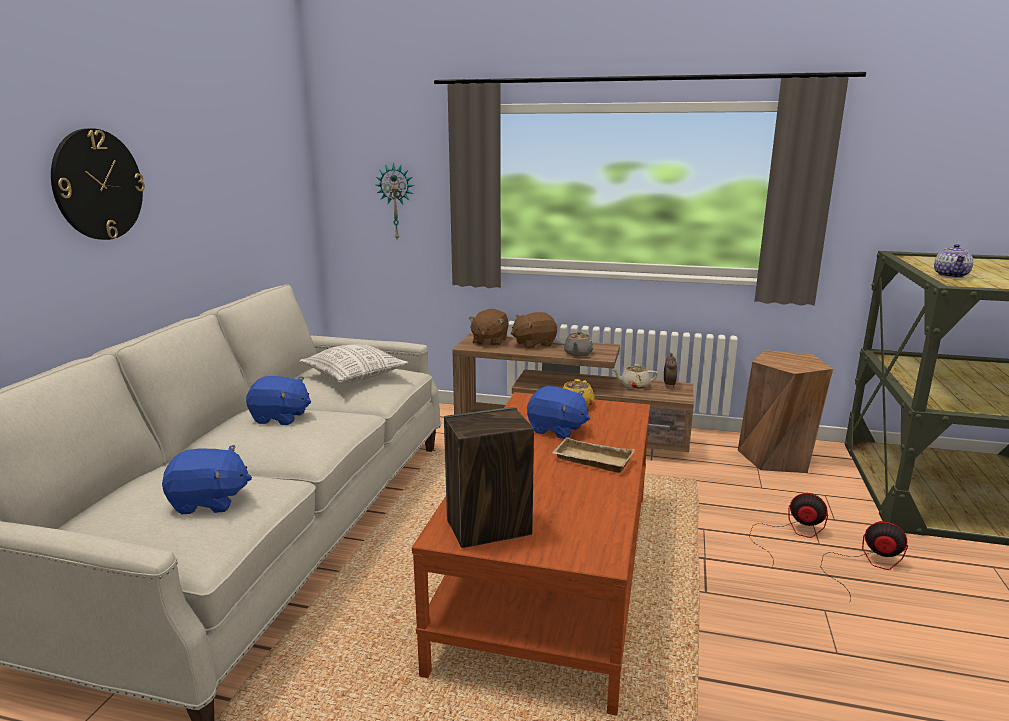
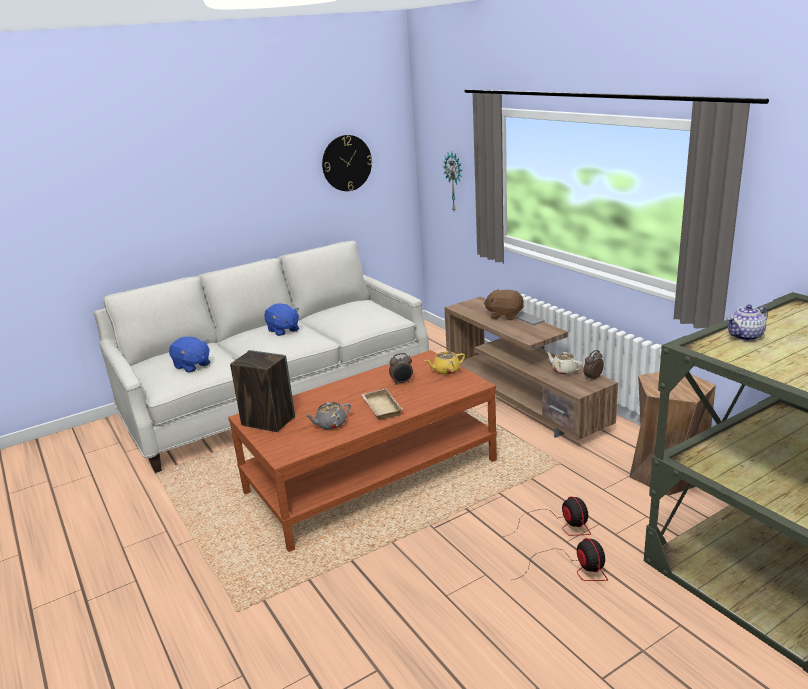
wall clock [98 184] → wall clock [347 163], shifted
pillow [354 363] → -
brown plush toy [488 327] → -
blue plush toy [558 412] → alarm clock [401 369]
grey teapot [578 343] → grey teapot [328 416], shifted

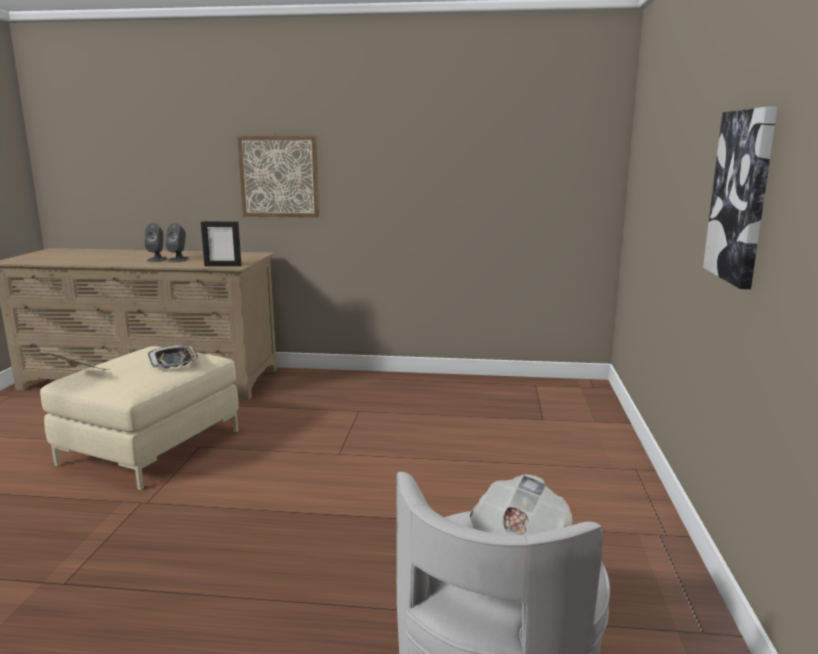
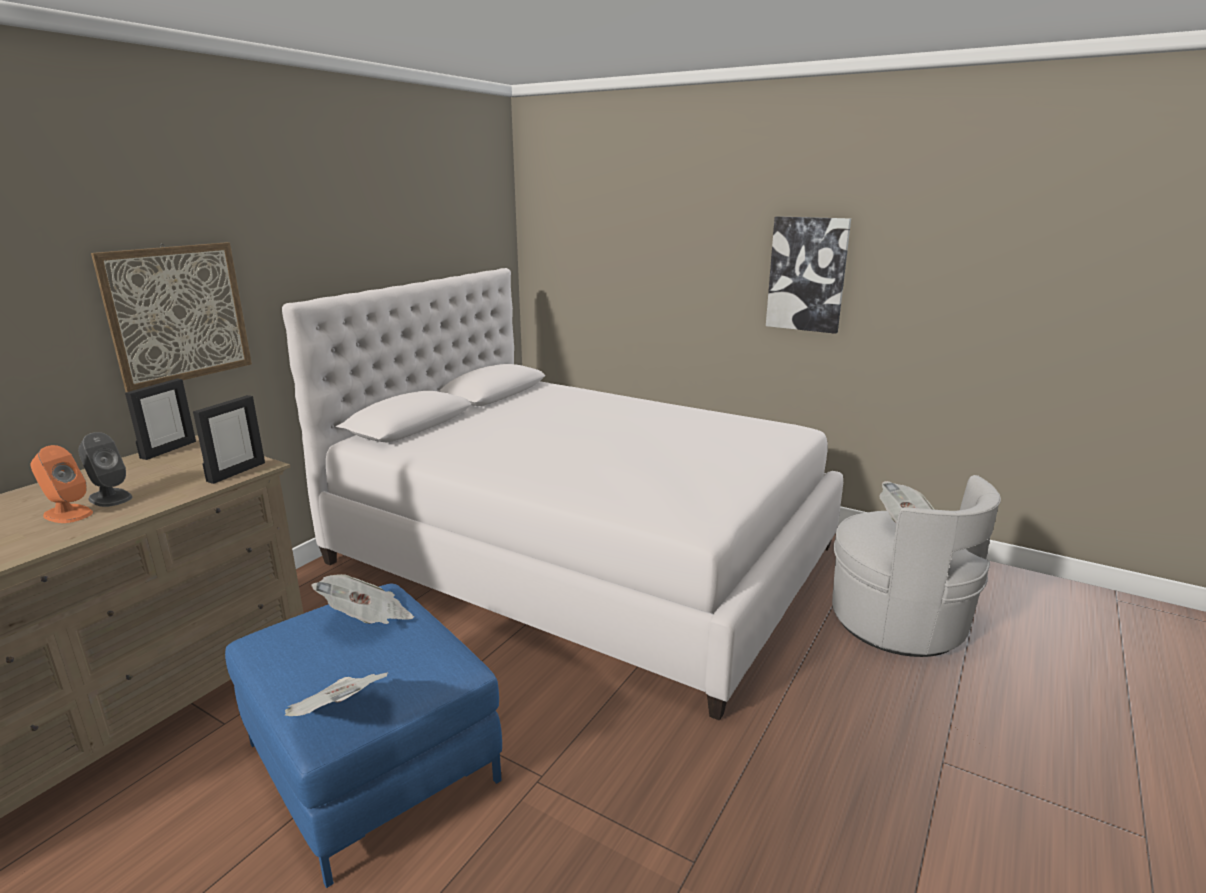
beige ottoman [139 418] → blue ottoman [363 736]
grey speaker [155 242] → orange speaker [62 484]
tray [173 356] → newspaper [363 599]
- → picture frame [160 419]
- → white bed [562 494]

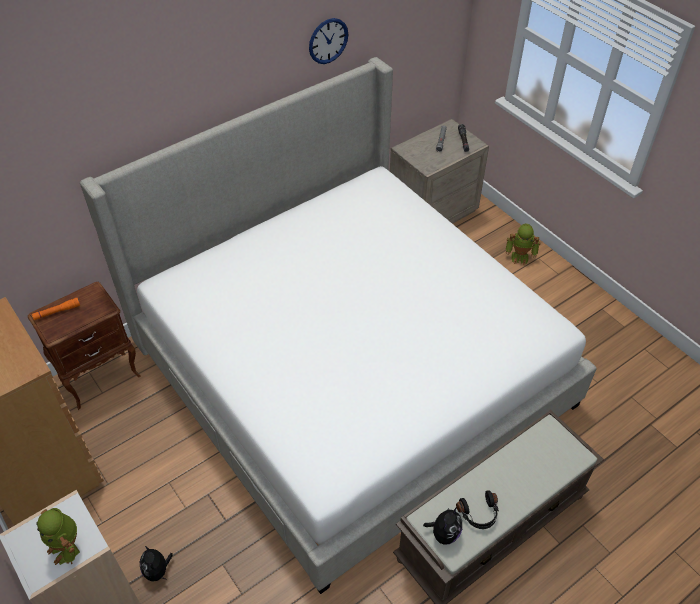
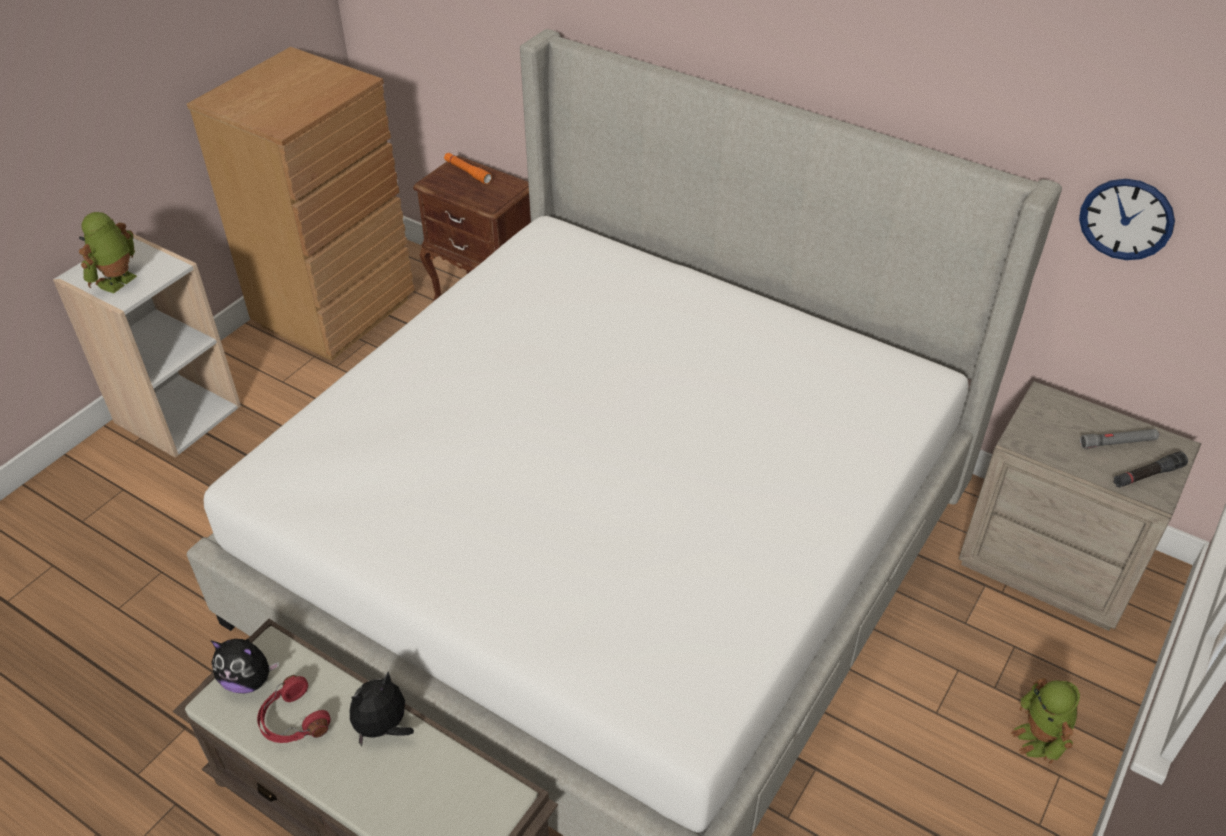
plush toy [156 564] → plush toy [382 709], shifted
wall clock [328 41] → wall clock [1127 219], shifted
black headphones [477 510] → red headphones [294 709]

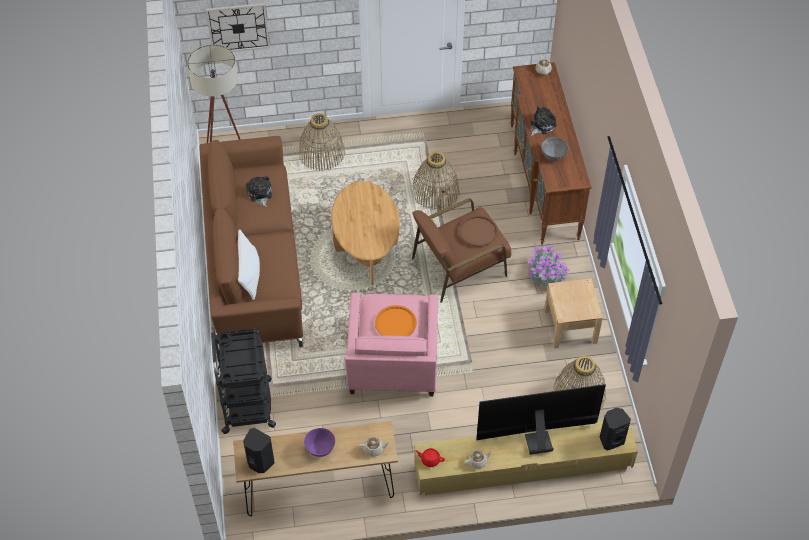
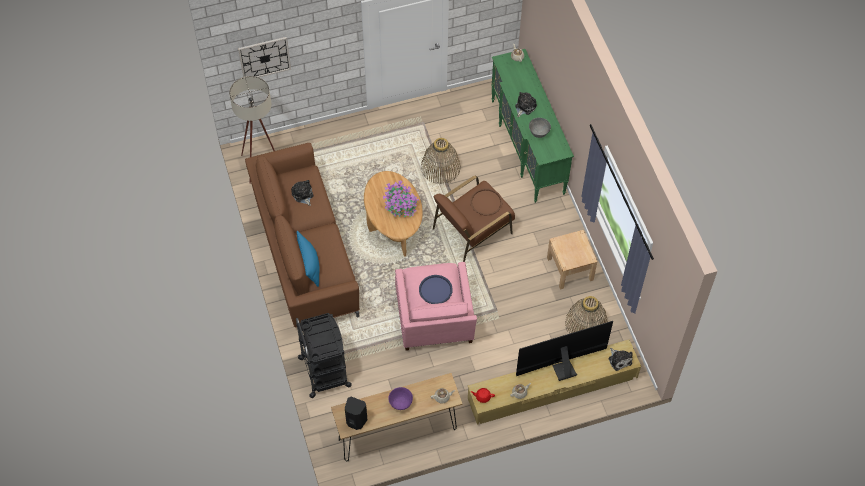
white pillow [249 264] → blue pillow [308 259]
basket [322 142] → -
orange tray [396 320] → blue tray [436 289]
brown cabinet [551 153] → green cabinet [532 126]
potted plant [549 266] → potted plant [401 198], shifted
black speaker [615 429] → plush toy [621 359]

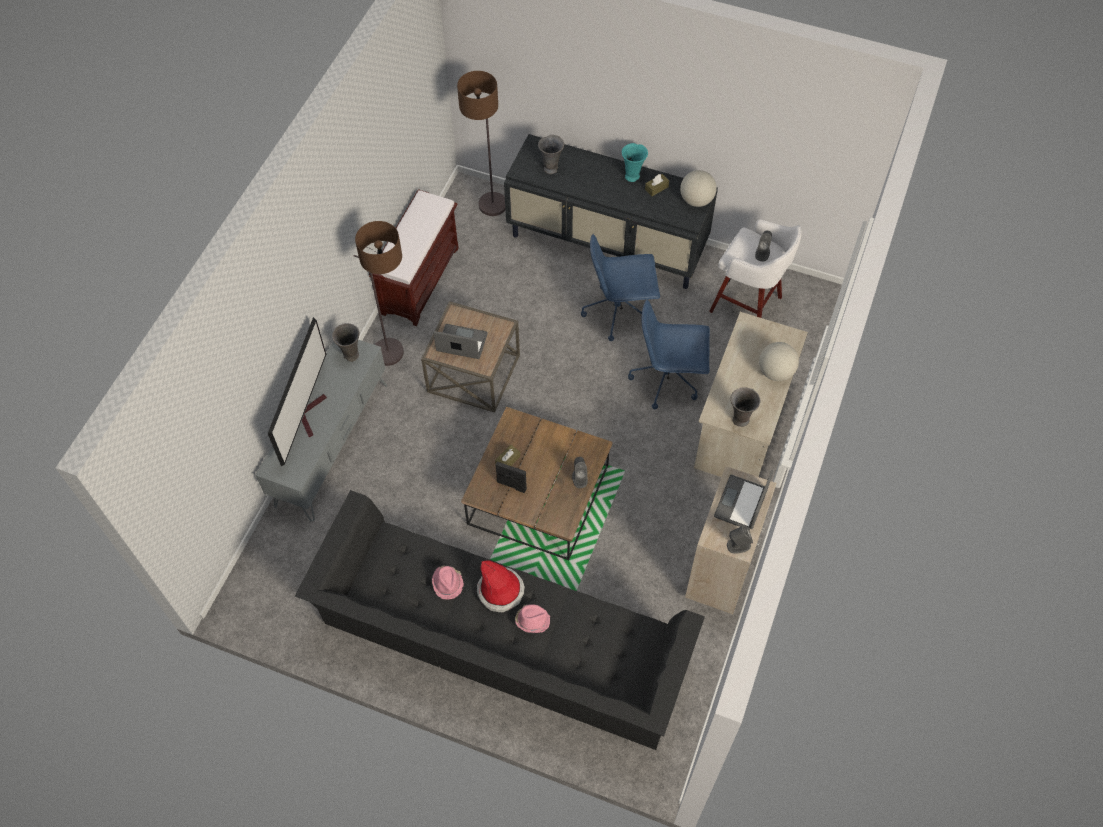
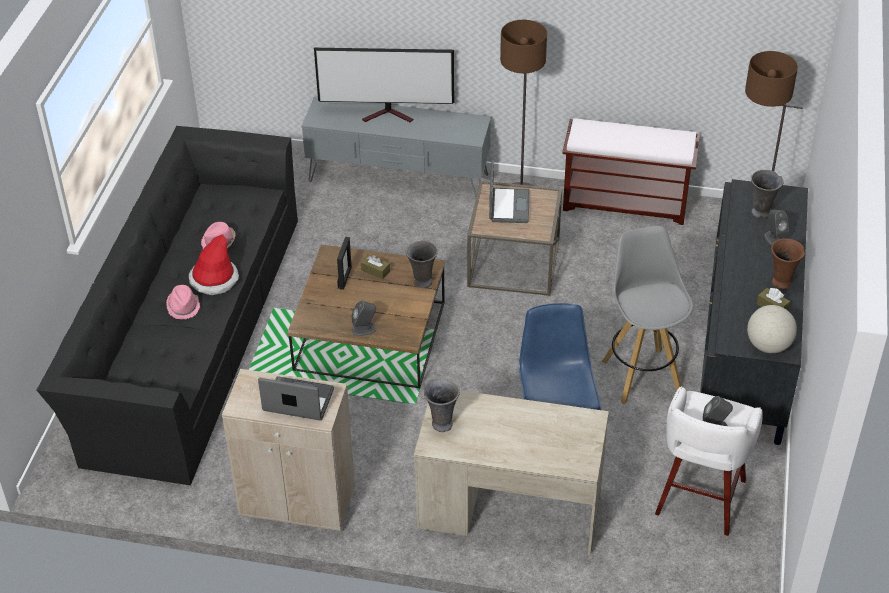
grey vase [345 342] → grey vase [422 264], shifted
blue office chair [620 287] → grey stool [647 315]
turquoise vase [635 162] → brown vase [788 264]
grey speaker [740 539] → grey speaker [776 227], shifted
globe [779 361] → -

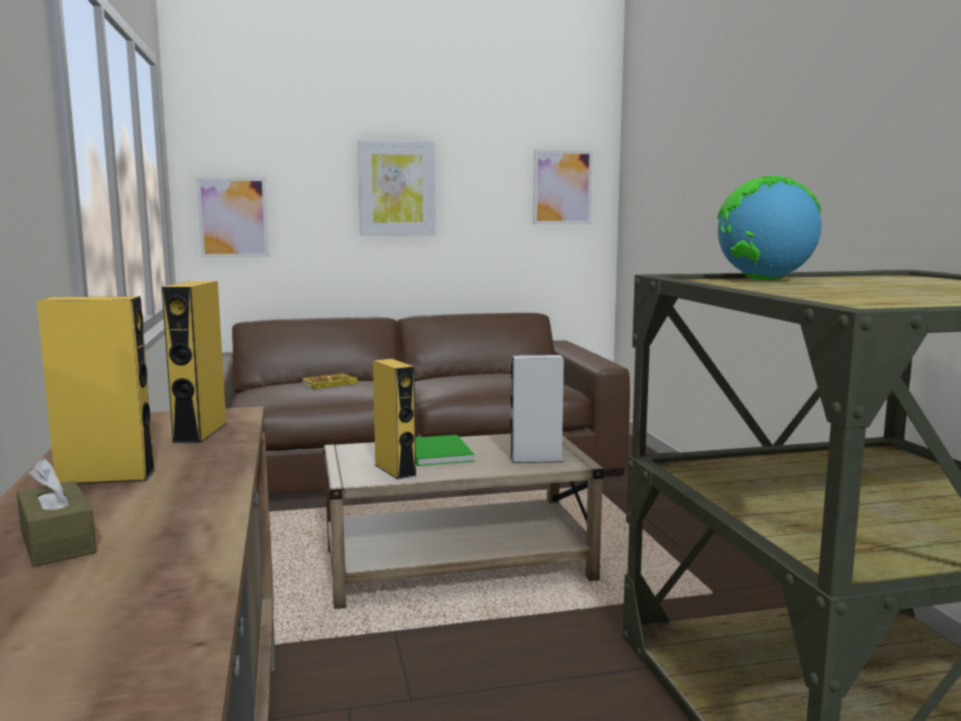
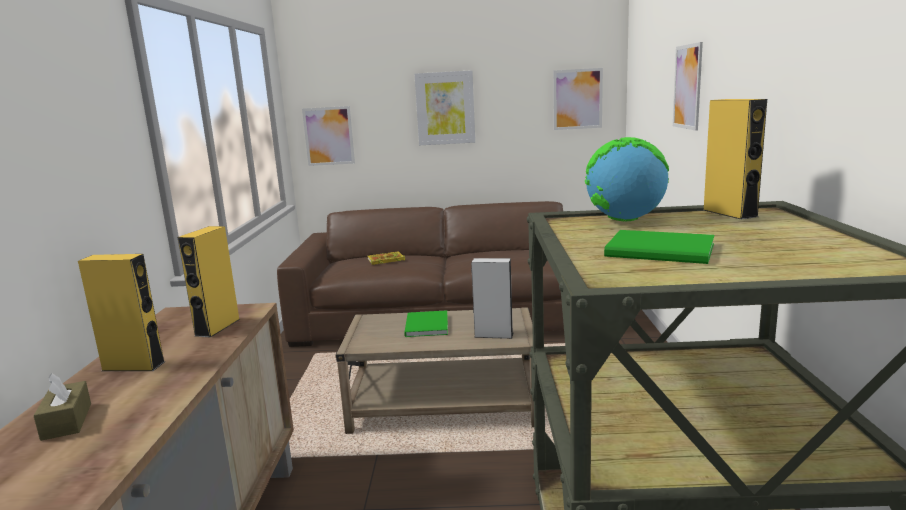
yellow speaker [395 419] → yellow speaker [735 159], shifted
- → green book [659 247]
- → picture [688 86]

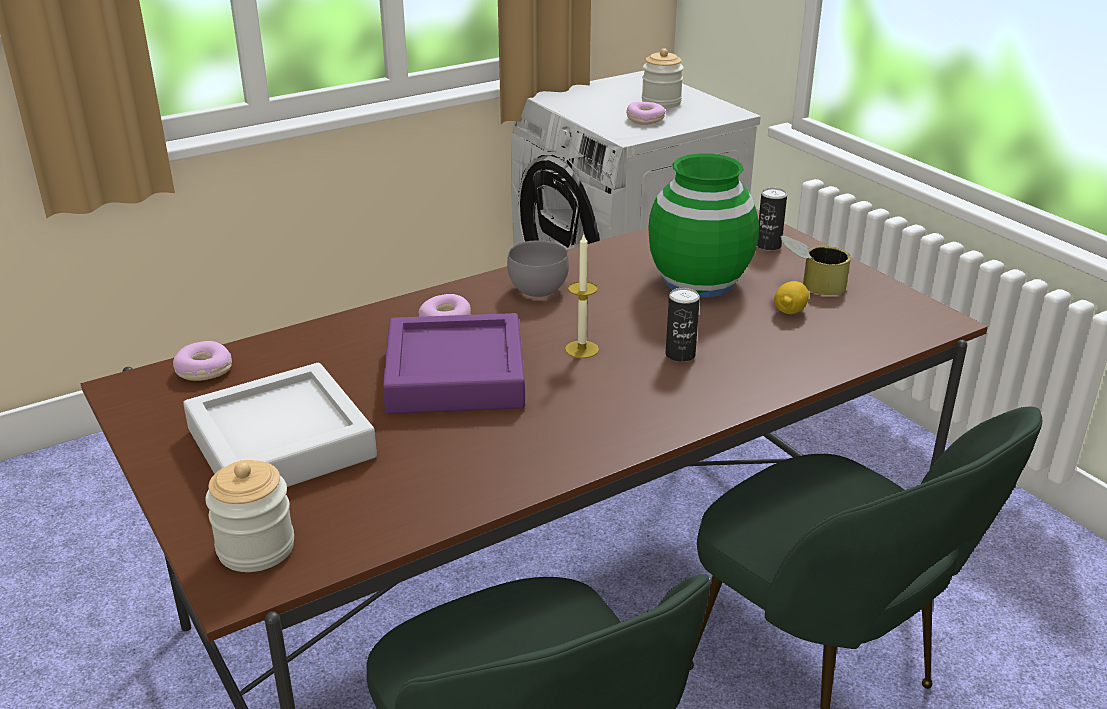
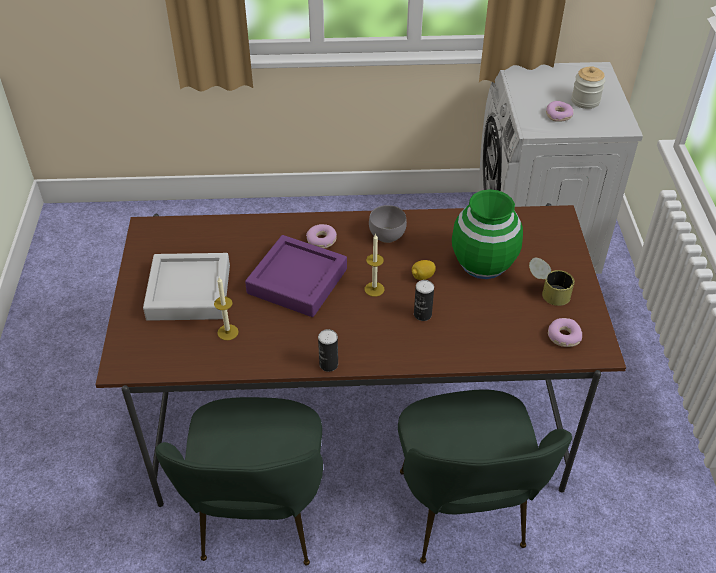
donut [202 361] → donut [565 332], shifted
jar [249 516] → -
can [772 219] → can [328 350], shifted
lemon [791 297] → lemon [424 270], shifted
- → candle [226 308]

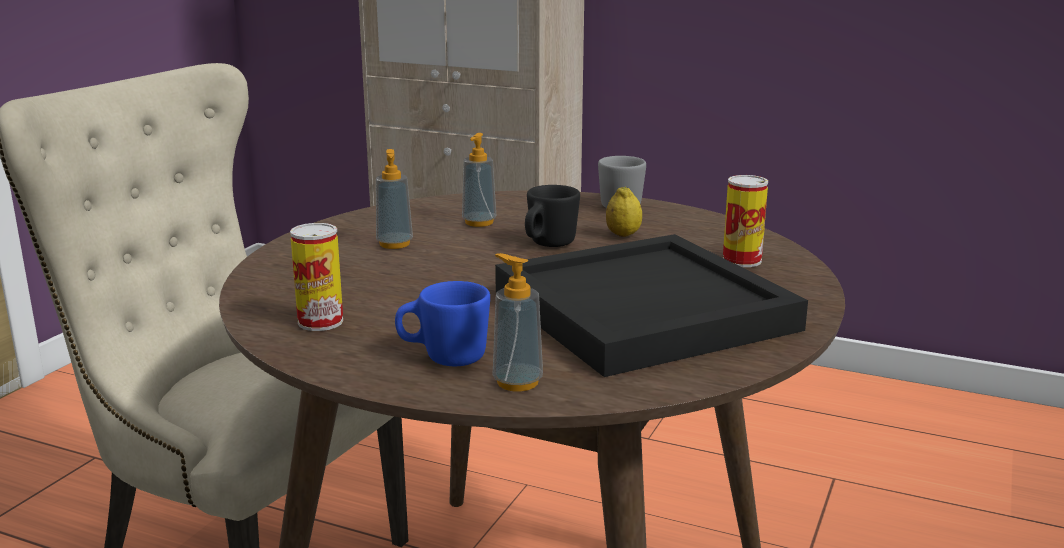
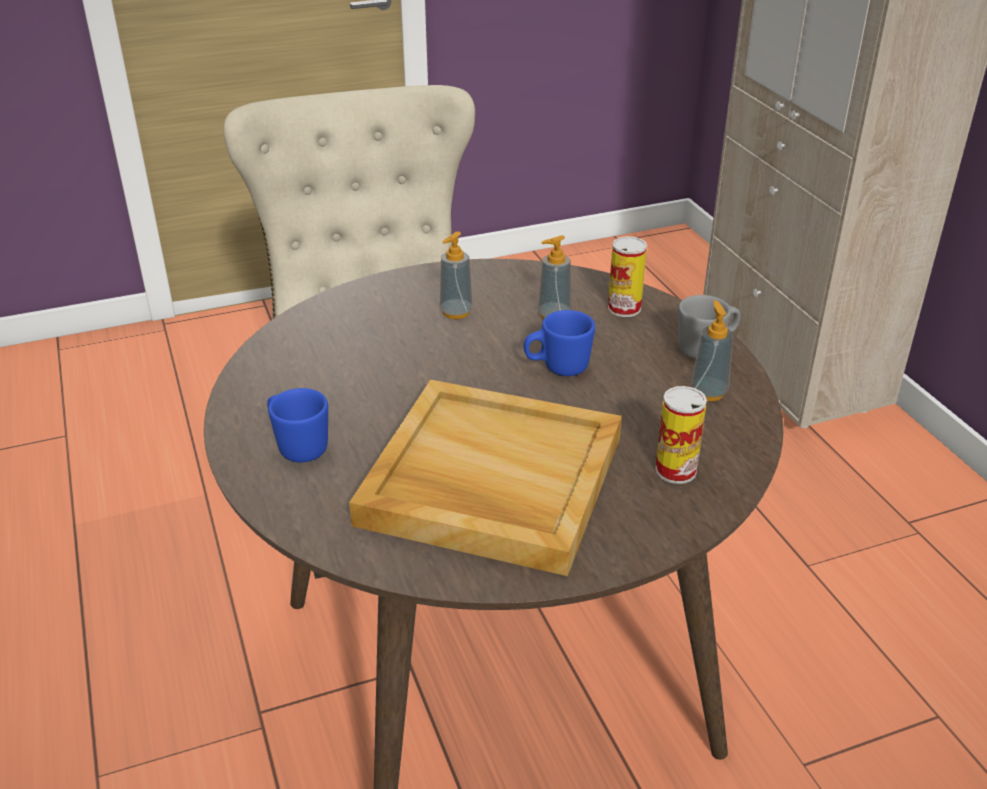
can [316 277] → can [627 276], shifted
soap dispenser [518 322] → soap dispenser [712 350], shifted
black tray [651 305] → beige tray [485 478]
black mug [552 216] → blue mug [559 343]
lemon [624 211] → -

